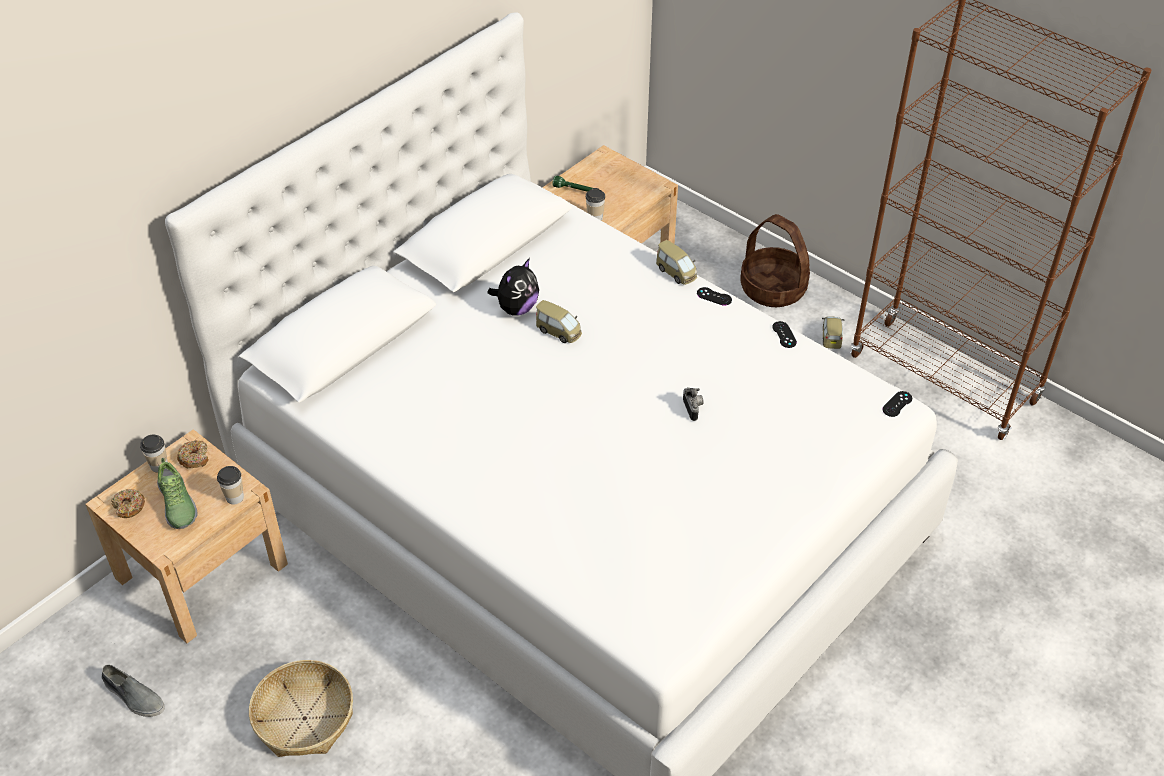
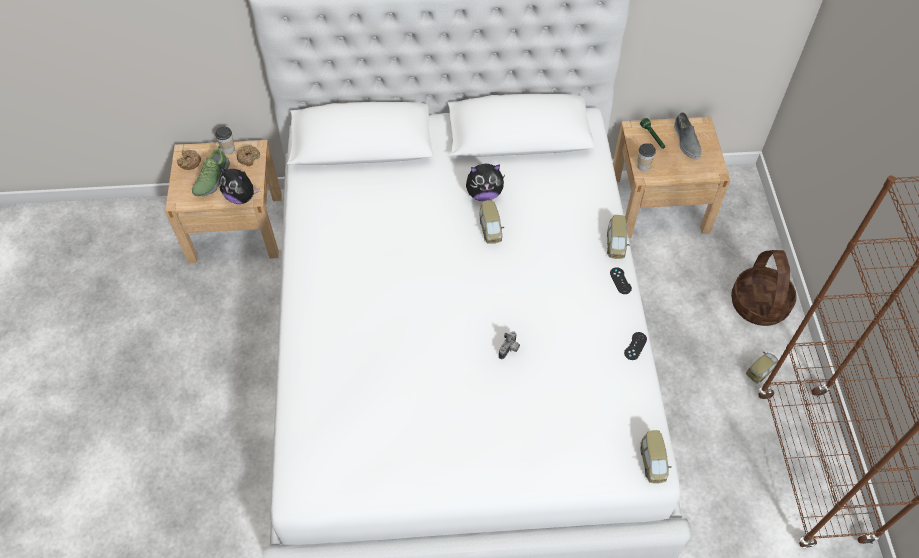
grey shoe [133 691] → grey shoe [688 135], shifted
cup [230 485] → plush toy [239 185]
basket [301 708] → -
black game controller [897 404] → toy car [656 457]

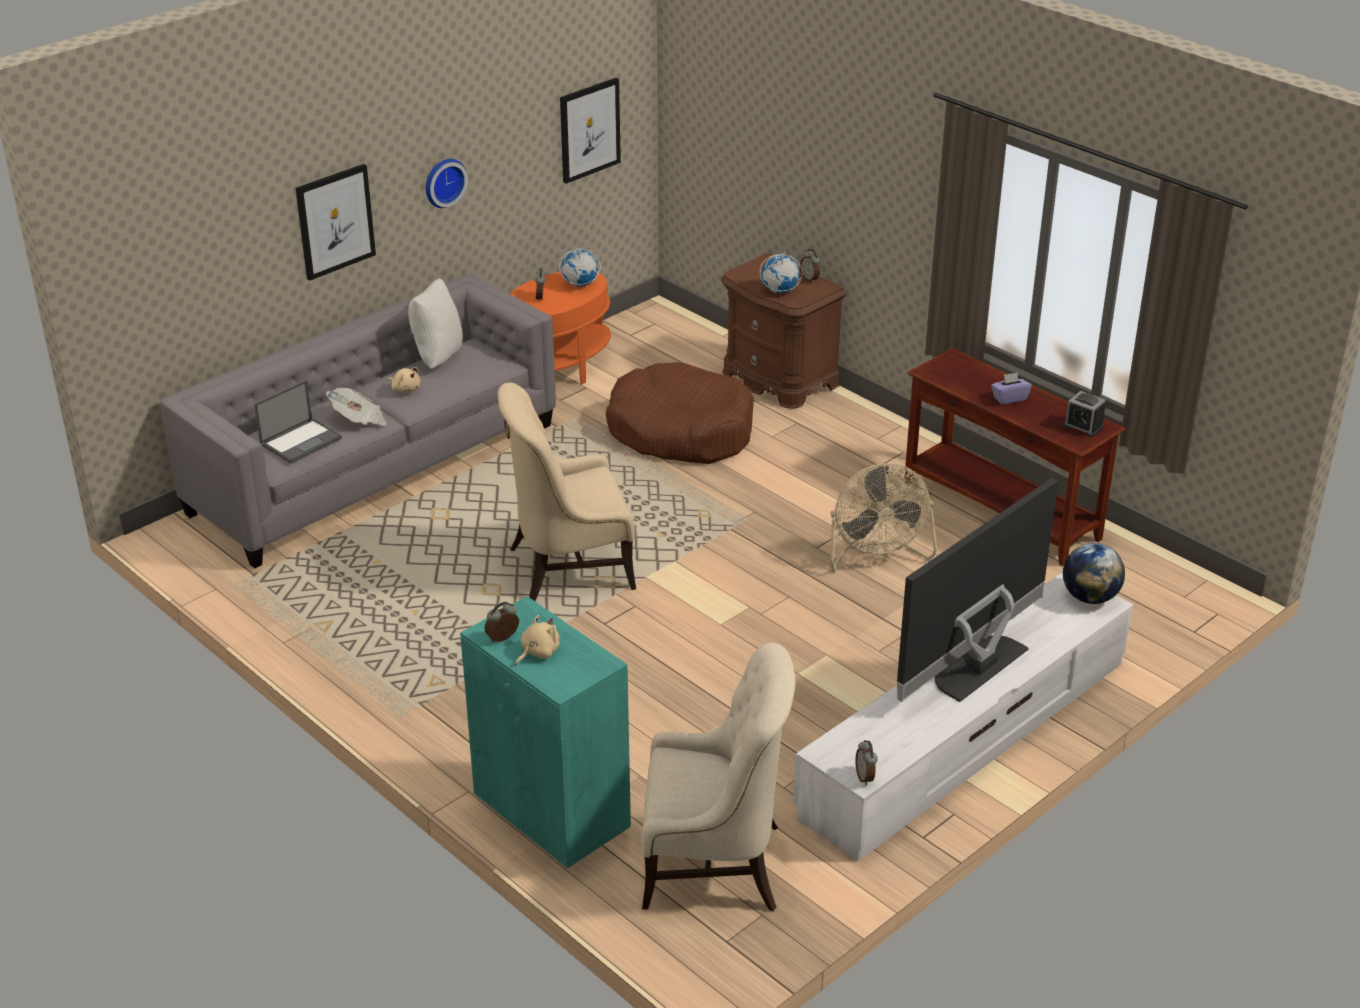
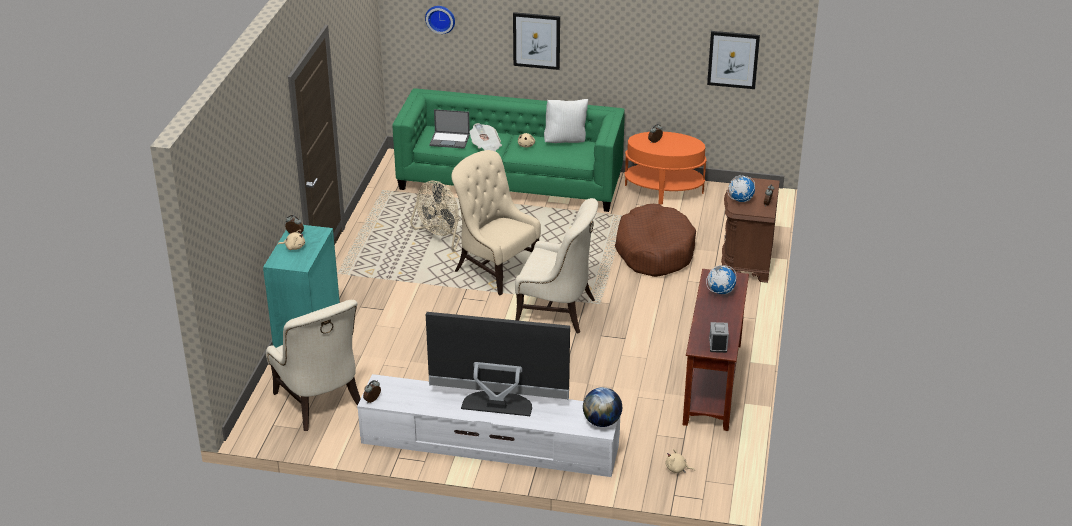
grey sofa [358 421] → green sofa [508 150]
wall clock [447 183] → wall clock [440 20], shifted
globe [580 266] → globe [721 280], shifted
beige fan [883 518] → beige fan [435 216], shifted
purple tissue box [1011 388] → -
- → beige armchair [556 266]
- → beige plush toy [680 461]

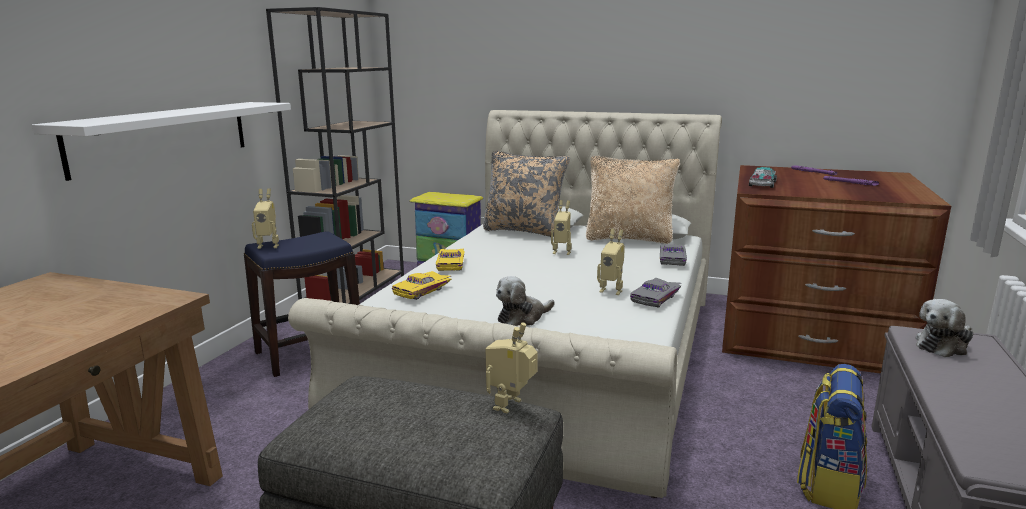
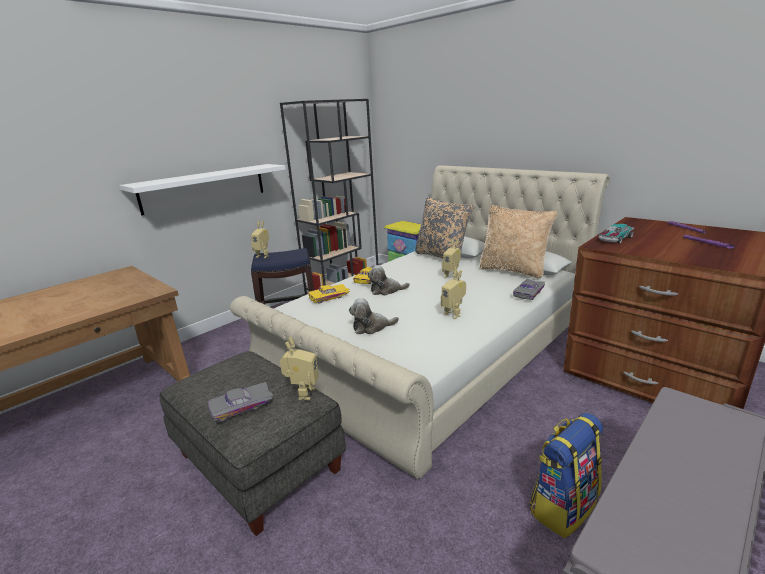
toy robot [512 368] → toy robot [299 368], 135 degrees clockwise
grey toy car [655 293] → grey toy car [240 402], shifted
plush toy [944 328] → plush toy [389 280], shifted

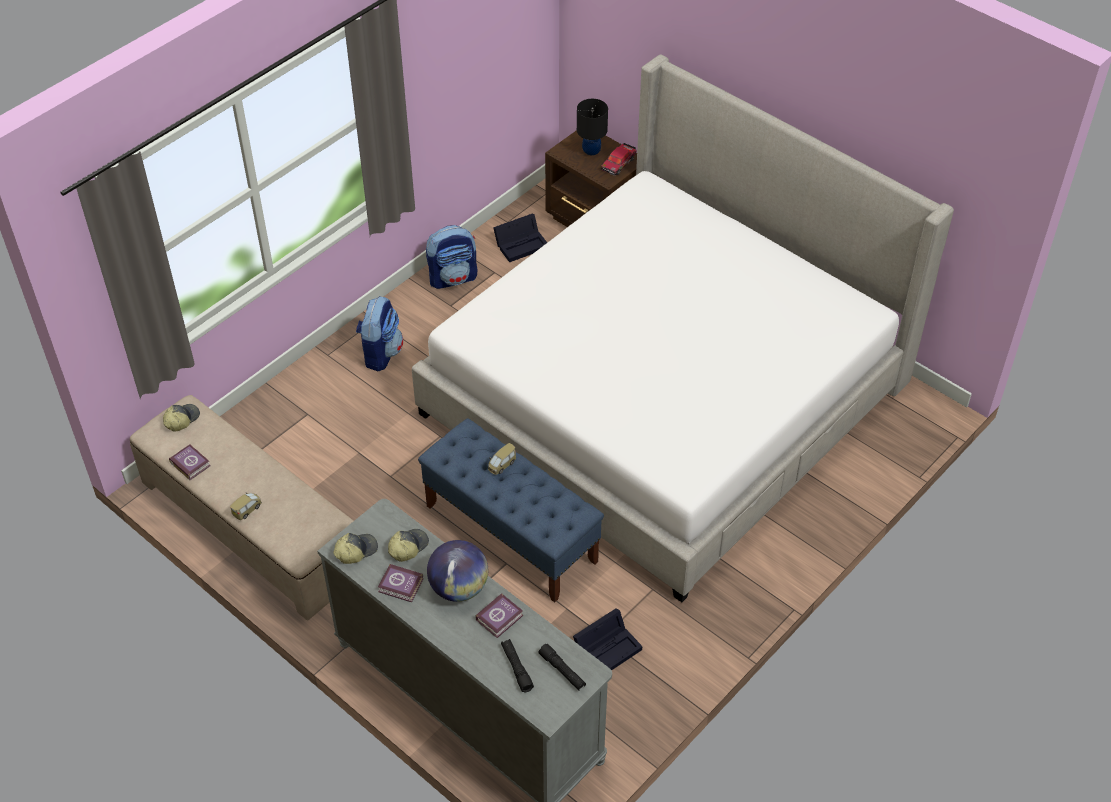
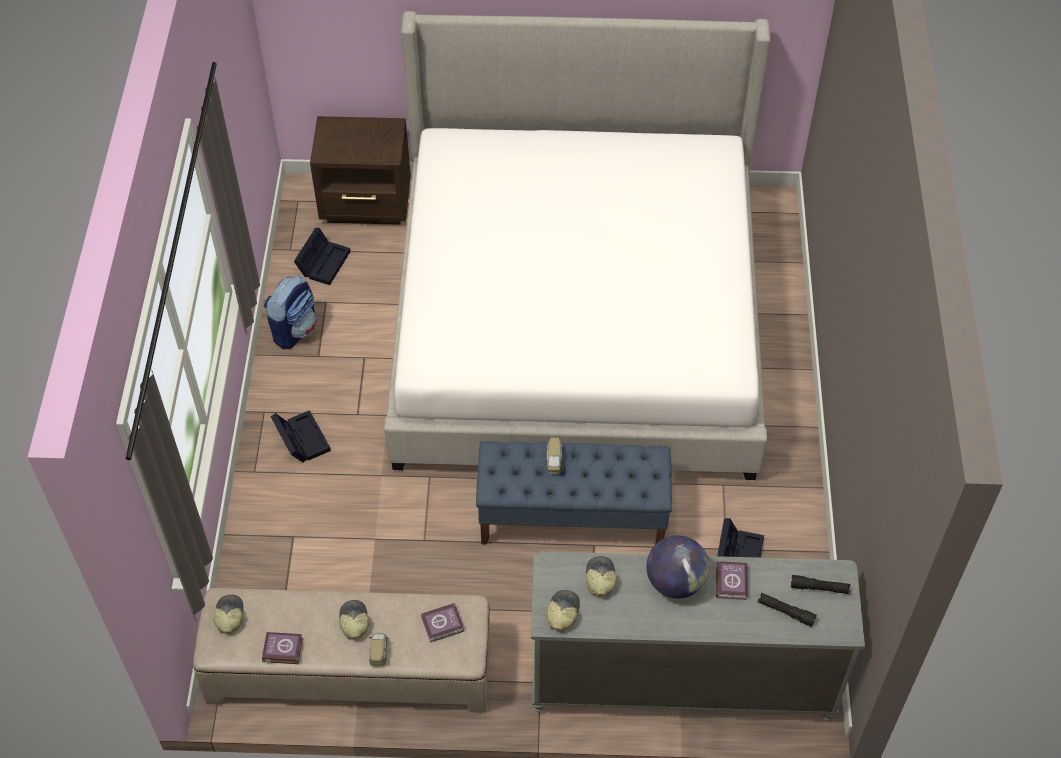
backpack [380 333] → black storage box [301 436]
book [400 583] → book [442 622], shifted
black table lamp [592 127] → -
toy car [619 159] → -
- → cap [354 619]

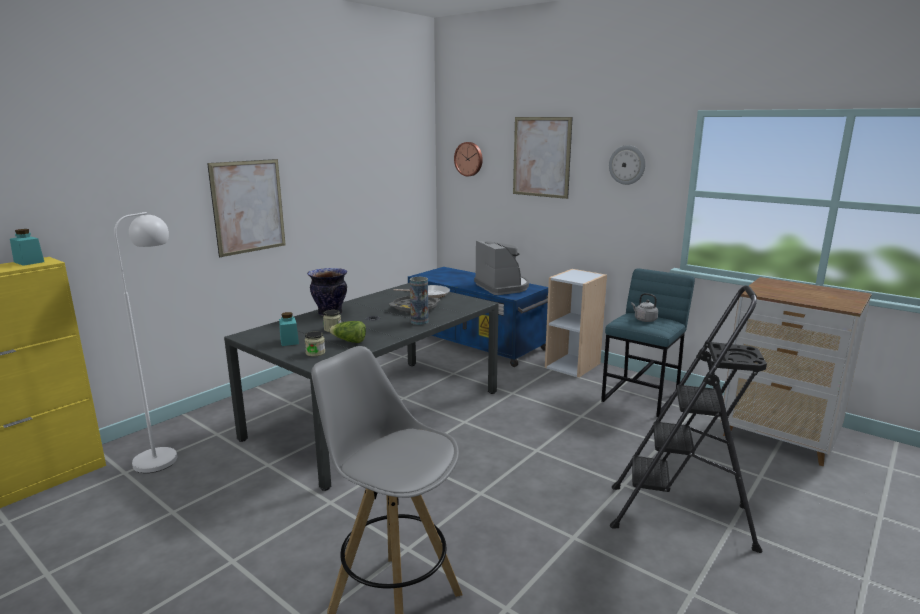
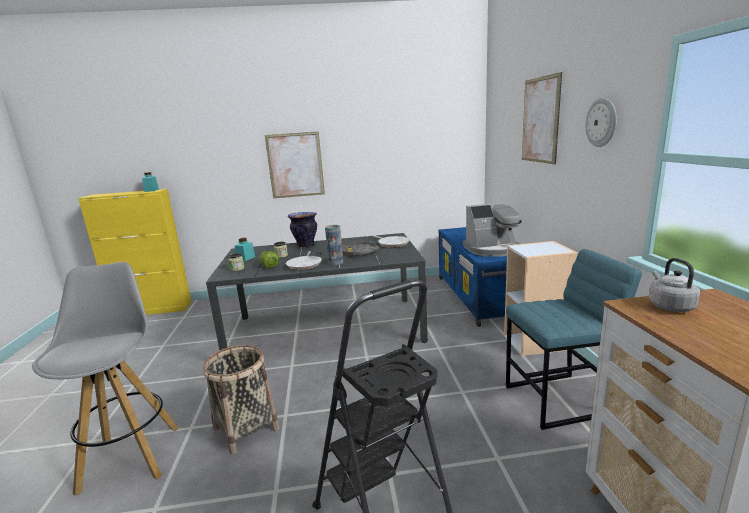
white floor lamp [145 342] → -
wall clock [468 159] → -
coffee machine [501 268] → coffee machine [492 229], 60 degrees clockwise
grey kettle [644 307] → grey kettle [674 285], shifted
- → basket [241 399]
- → frying pan [304 260]

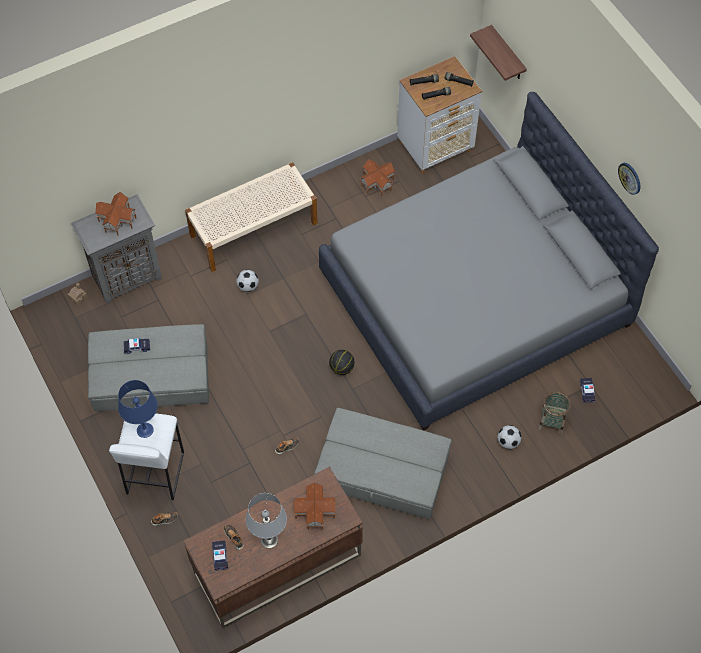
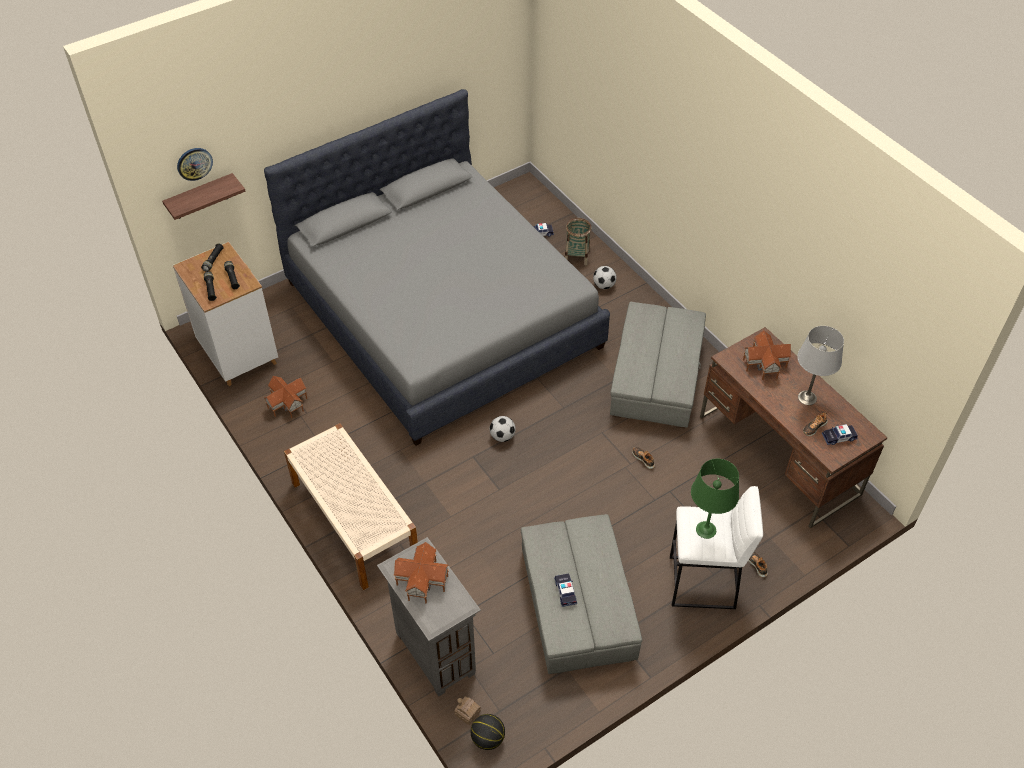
blue table lamp [138 409] → green table lamp [715 499]
football [247 281] → football [503 429], shifted
basketball [342 362] → basketball [488 732], shifted
wall clock [629 179] → wall clock [195 164], shifted

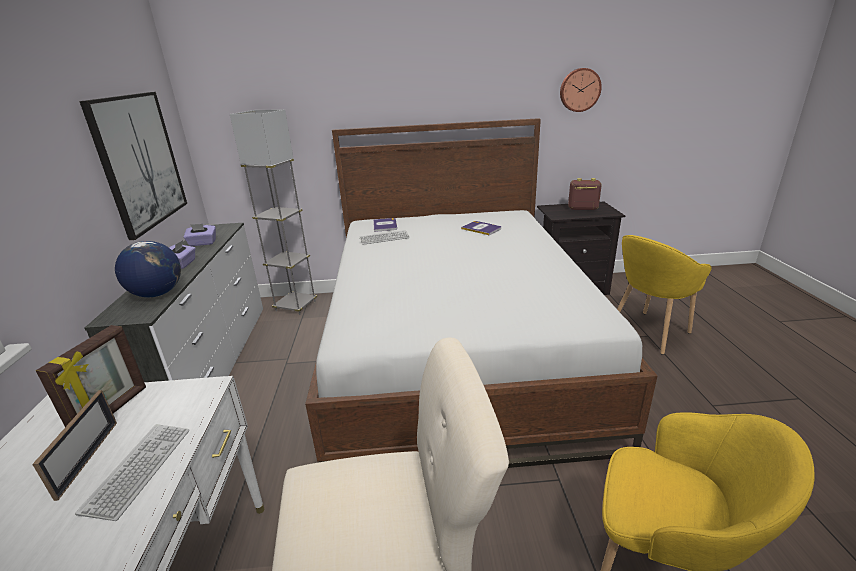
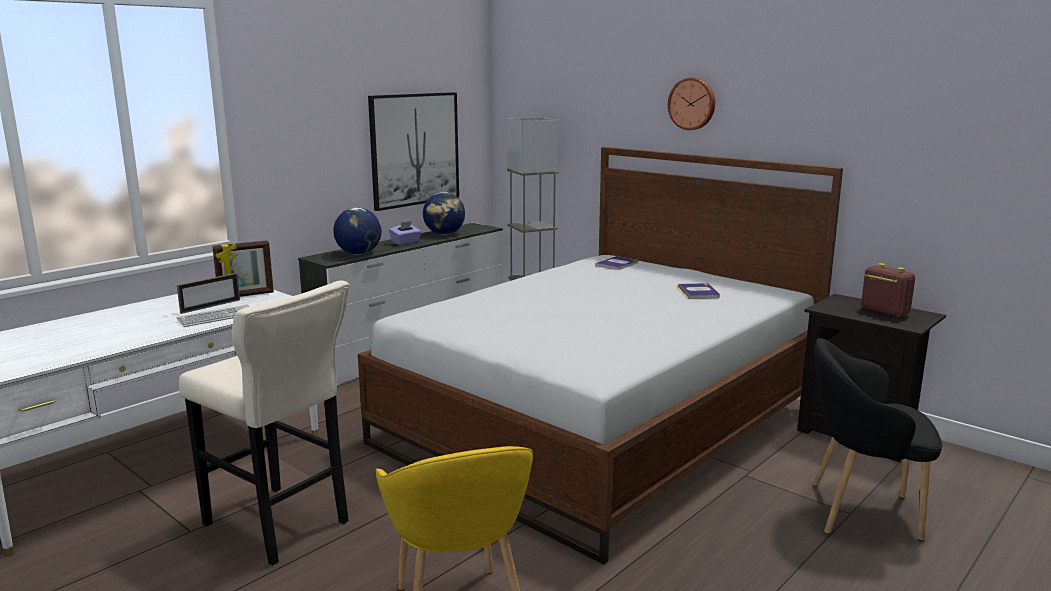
purple tissue box [200 235] → globe [444 213]
keyboard [384 237] → -
wall clock [581 90] → wall clock [691 104], shifted
yellow armchair [664 295] → black armchair [877 439]

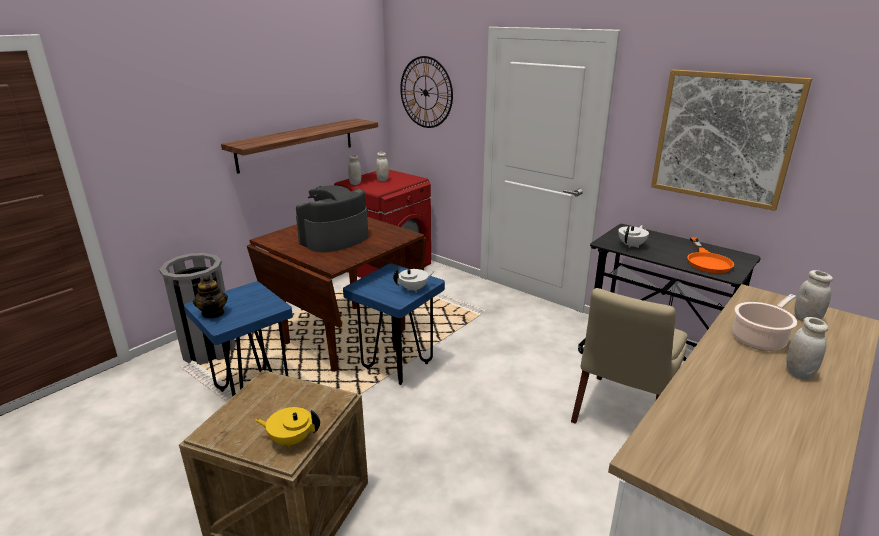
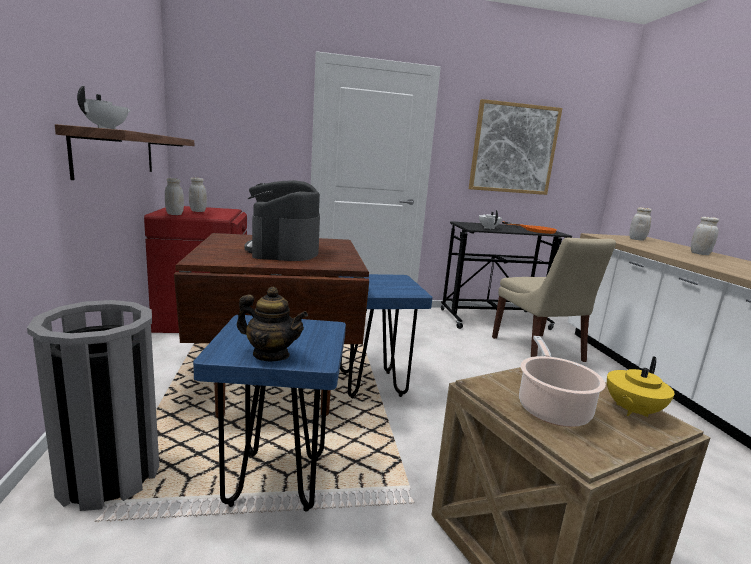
white teapot [414 280] → white teapot [104 107], shifted
wall clock [426 92] → -
cooking pot [765 322] → cooking pot [562 381], shifted

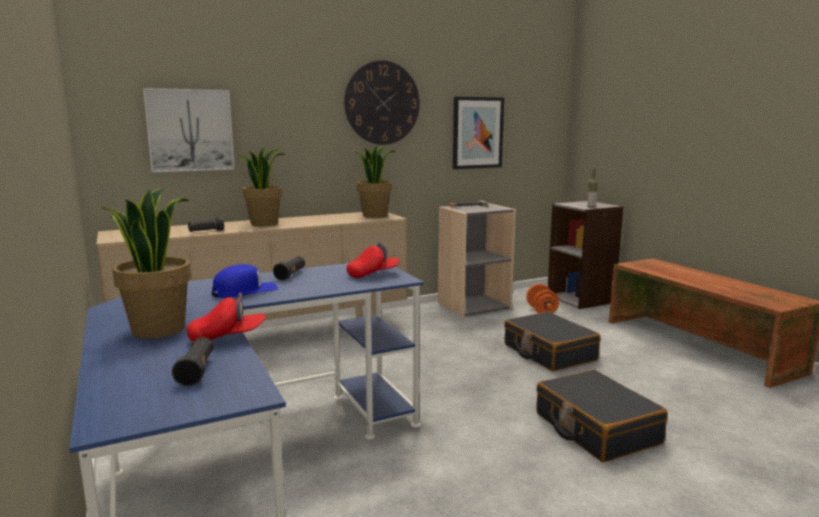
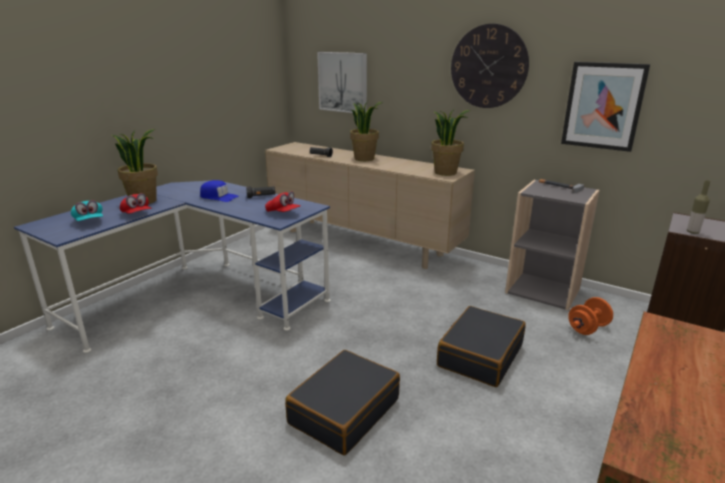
black flashlight [192 361] → turquoise cap [87 210]

